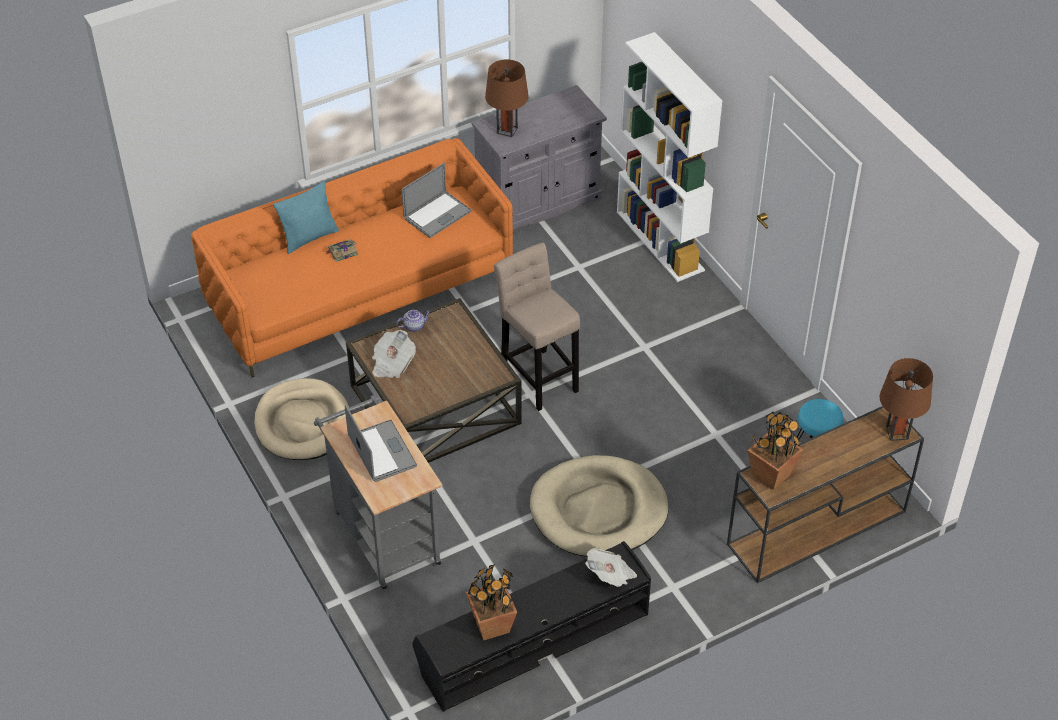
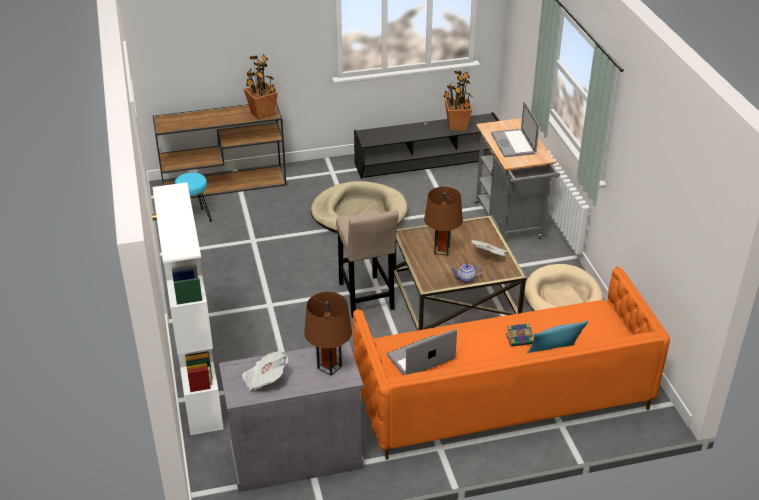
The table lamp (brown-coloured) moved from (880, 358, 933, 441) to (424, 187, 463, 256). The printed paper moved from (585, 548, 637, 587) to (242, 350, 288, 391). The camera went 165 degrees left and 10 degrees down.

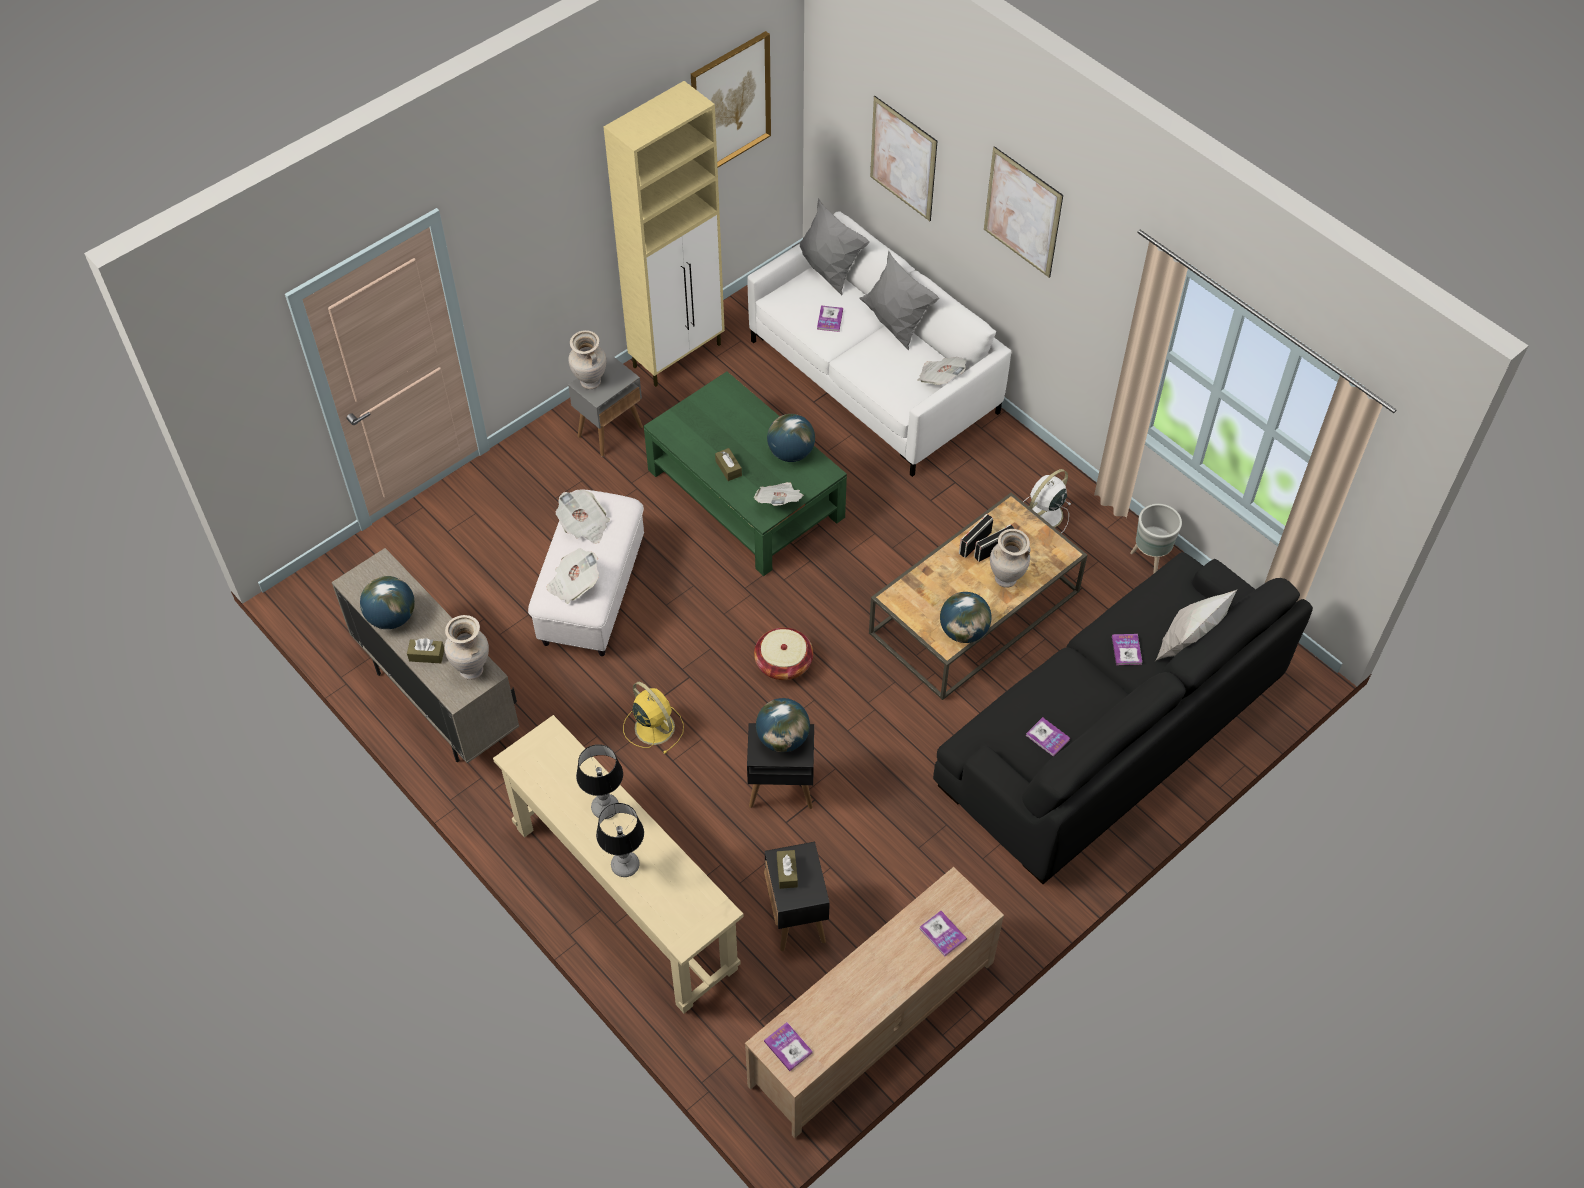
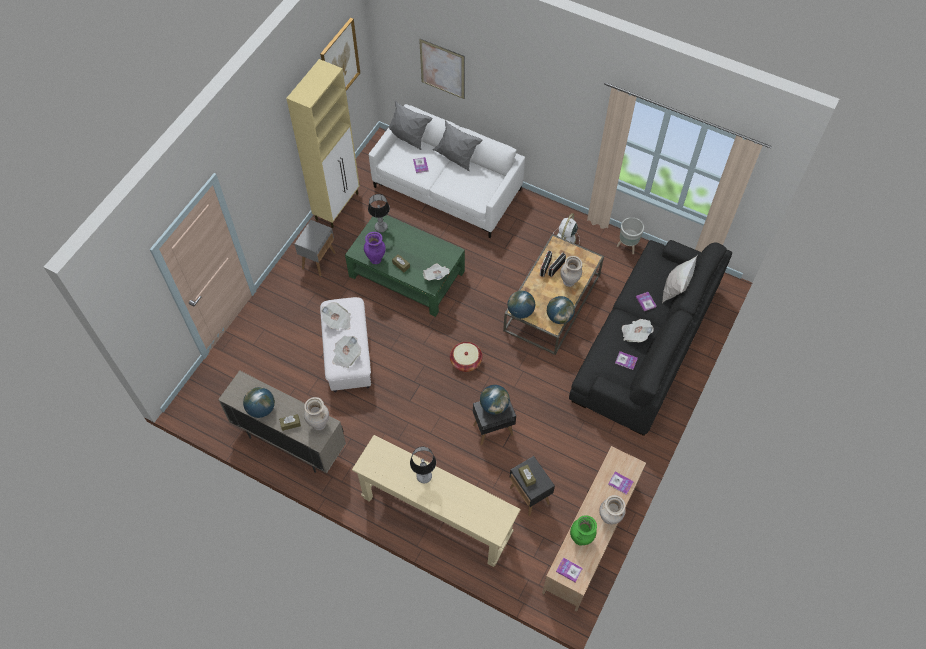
The wall art at (984, 146, 1063, 278) disappeared. The flower vase (beige-coloured) moved from (568, 330, 606, 389) to (599, 495, 625, 524). The printed paper moved from (917, 357, 967, 385) to (622, 319, 654, 342). The world globe moved from (767, 414, 815, 462) to (507, 291, 535, 318). The electric fan (yellow-coloured) at (623, 682, 684, 754) disappeared. The table lamp moved from (596, 803, 644, 877) to (368, 194, 390, 232). The flower vase (purple-coloured) at (364, 232, 386, 264) appeared. The flower vase (green) at (570, 515, 597, 545) appeared. The camera went 20 degrees left and 5 degrees up.

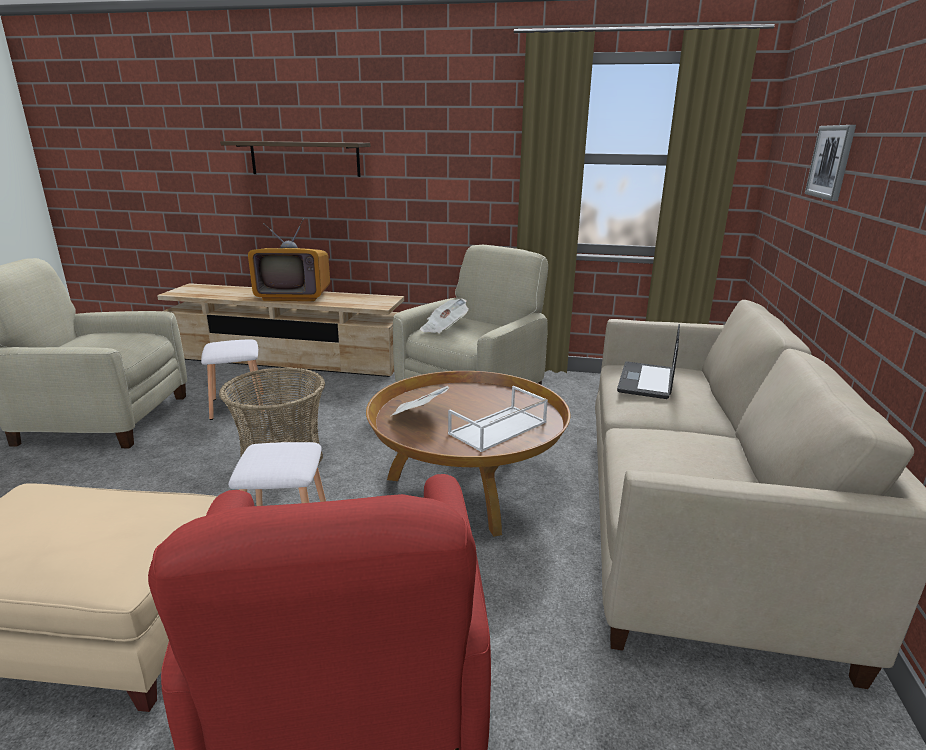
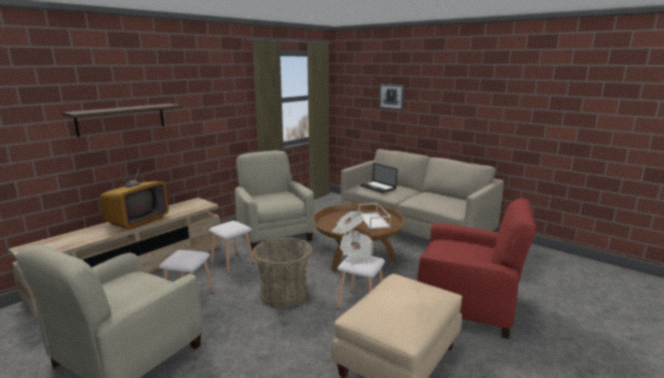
The printed paper moved from (420, 299, 468, 333) to (340, 231, 373, 265). The stool seat (whitish) at (209, 221, 254, 274) appeared. The camera went 60 degrees left and 5 degrees down.

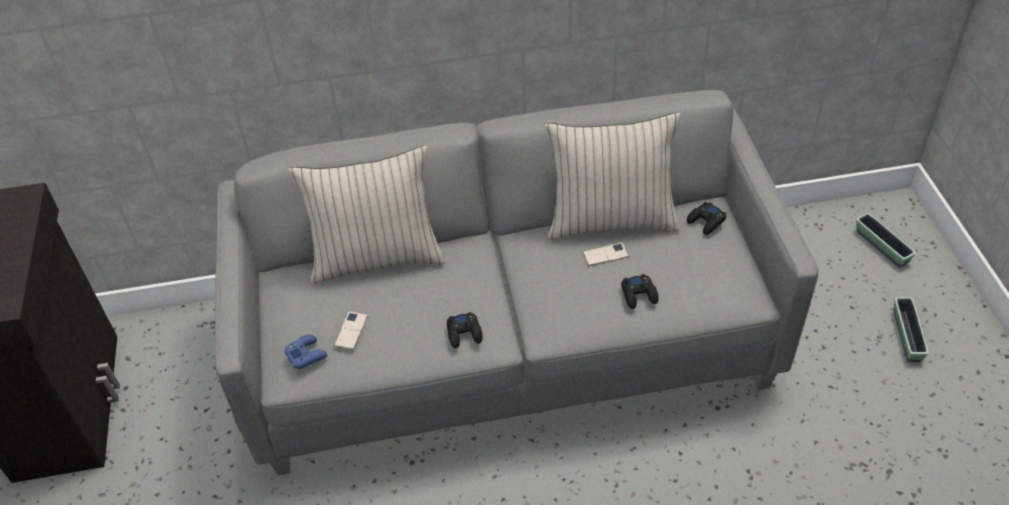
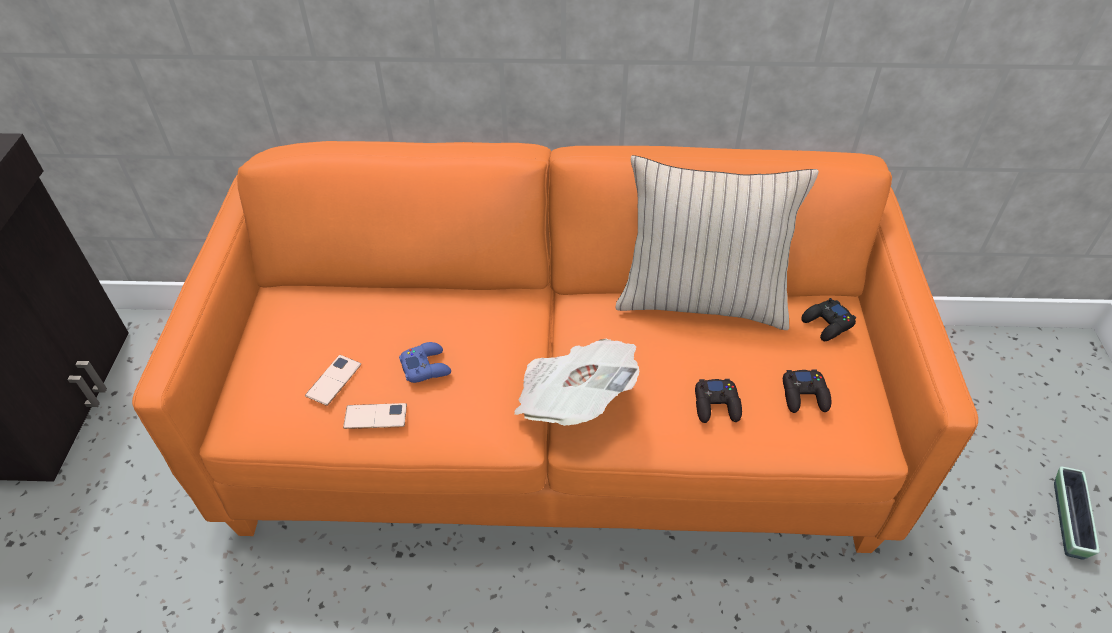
The sofa (gray) at (215, 90, 819, 475) became the sofa (orange-coloured) at (132, 141, 978, 553). The pillow (beige-coloured) at (288, 145, 445, 284) disappeared. The flower pot at (856, 213, 916, 268) disappeared. The handset moved from (582, 243, 629, 266) to (343, 403, 407, 429). The joypad (black-coloured) moved from (447, 312, 483, 348) to (783, 369, 831, 413). The joypad (bluish) moved from (284, 335, 327, 369) to (399, 342, 451, 383). The printed paper at (514, 339, 639, 426) appeared. The camera went 10 degrees right and 0 degrees up.

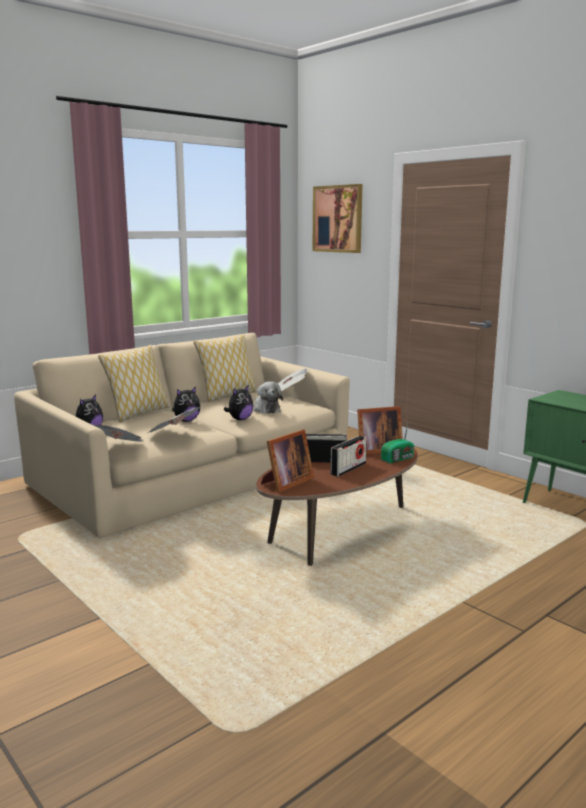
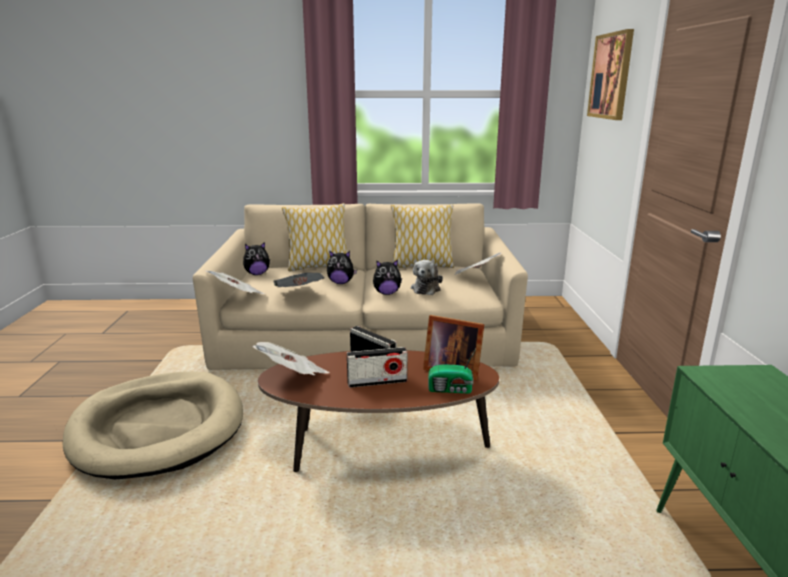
The picture frame at (261, 429, 314, 492) was replaced by the printed paper at (252, 342, 330, 375). The dog bed (beige-coloured) at (62, 371, 243, 479) appeared. The camera went 40 degrees right and 5 degrees up.

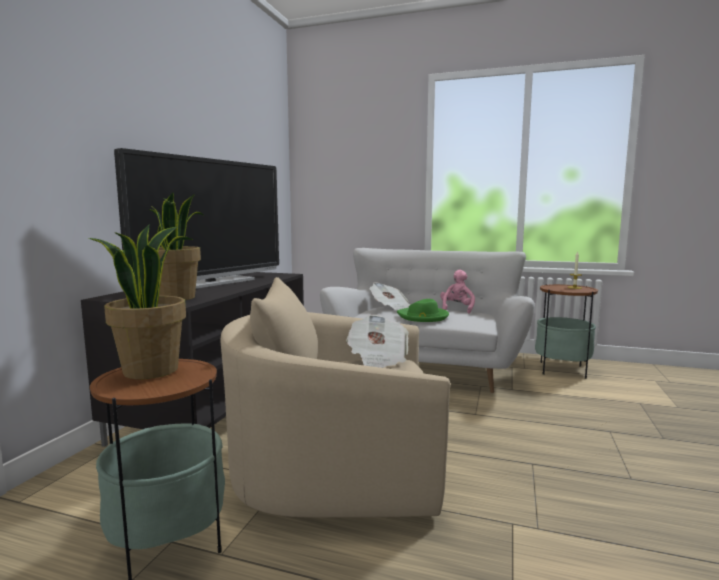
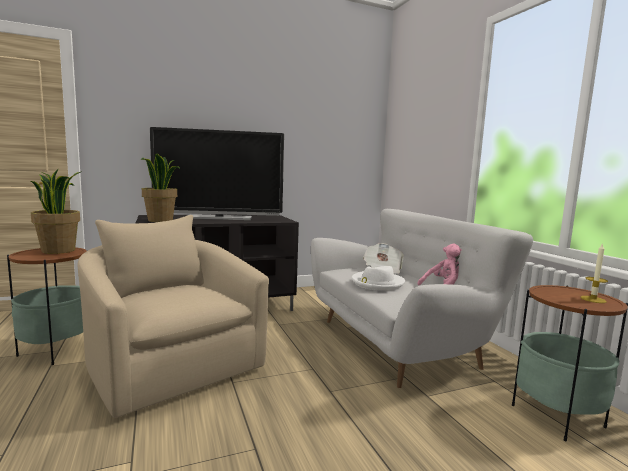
The hat (green) at (397, 299, 449, 322) became the hat (whitish) at (352, 266, 405, 291). The printed paper at (346, 315, 409, 368) disappeared. The camera went 50 degrees right and 0 degrees up.

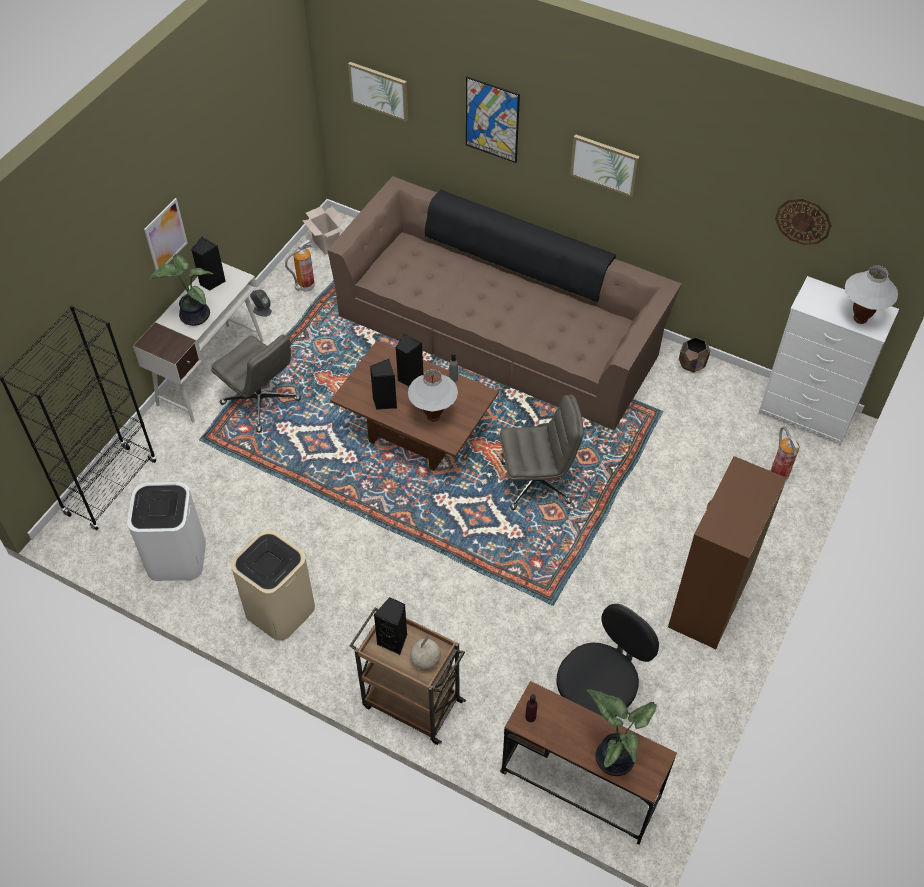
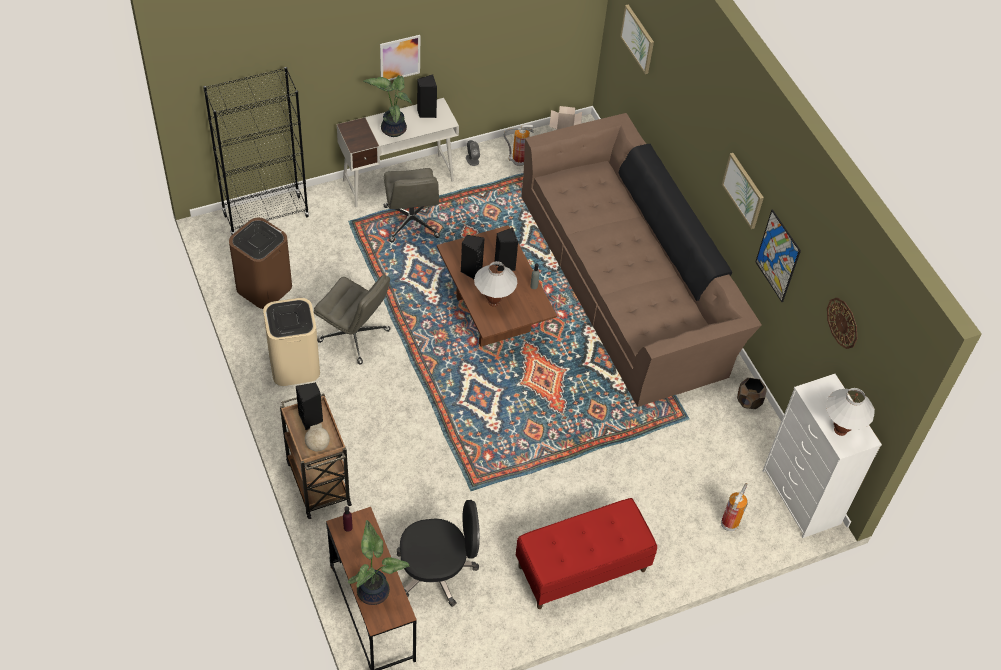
The wall art moved from (466, 77, 520, 163) to (755, 210, 801, 302). The office chair (gray) moved from (500, 394, 584, 510) to (314, 275, 391, 364). The dresser (brown-coloured) at (668, 456, 787, 649) was replaced by the indoor bench (red) at (516, 498, 657, 609). The trash can (whitish) at (127, 482, 206, 581) became the trash can (brown-coloured) at (229, 218, 292, 309). The camera went 35 degrees right and 0 degrees up.

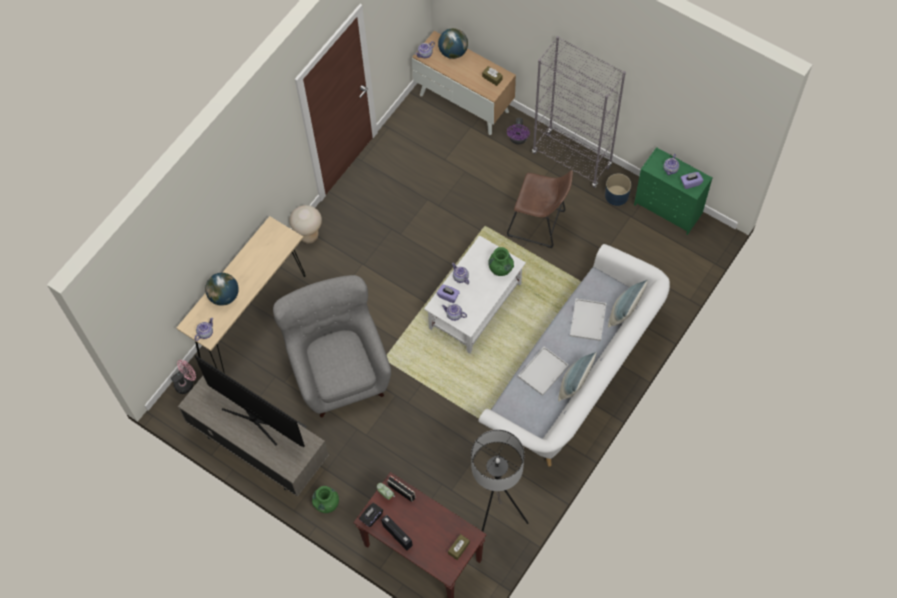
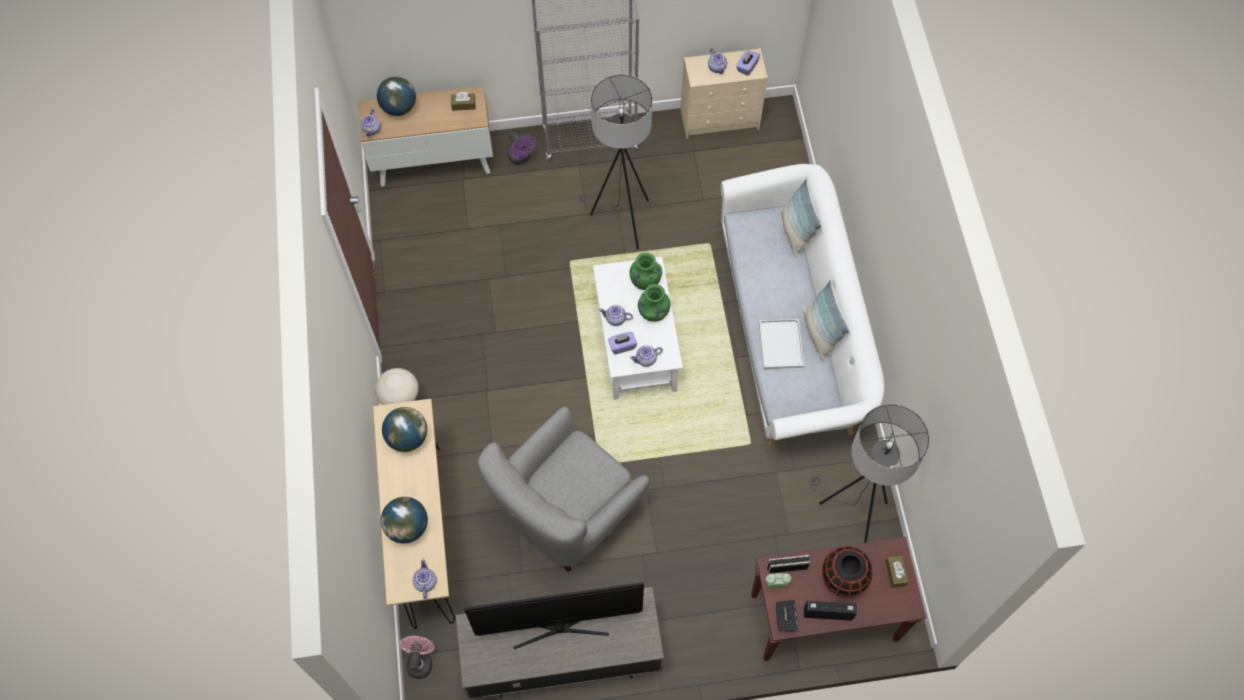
The dresser (green) at (634, 147, 713, 235) became the dresser (beige-coloured) at (681, 48, 768, 139). The stool seat (brown-coloured) at (507, 170, 573, 248) was replaced by the standing lamp (gray) at (578, 74, 652, 250). The flower pot (bluish) at (605, 173, 631, 206) disappeared. The easy chair (gray) at (273, 275, 391, 417) turned 75 degrees counterclockwise. The serving tray (whitish) at (570, 298, 606, 341) disappeared. The flower vase (green) moved from (312, 486, 339, 513) to (638, 284, 670, 322). The world globe at (382, 407, 427, 452) appeared. The flower vase (black-coloured) at (822, 546, 873, 597) appeared. The camera went 45 degrees left and 0 degrees up.

